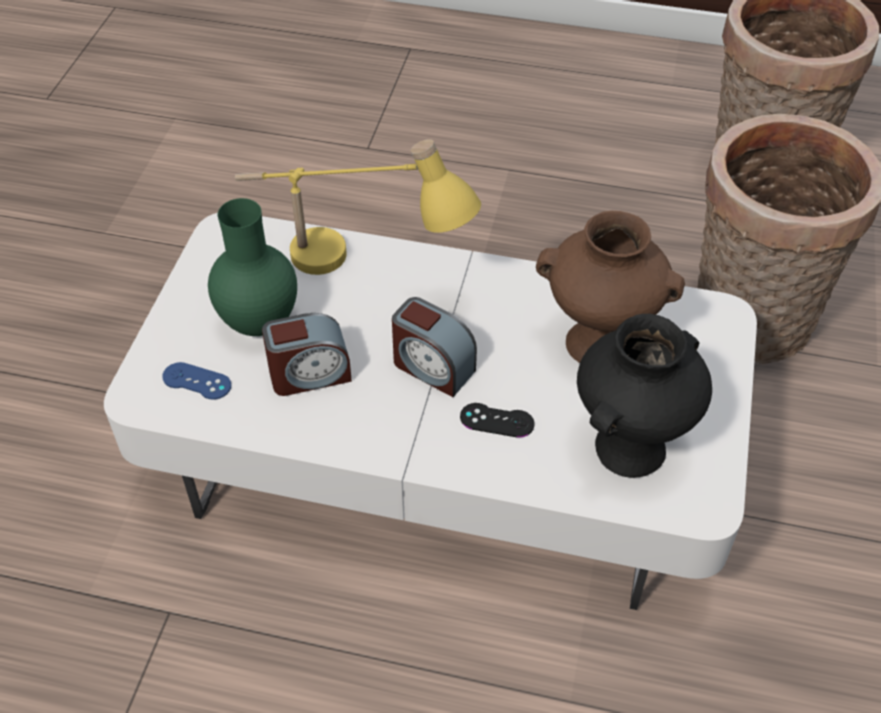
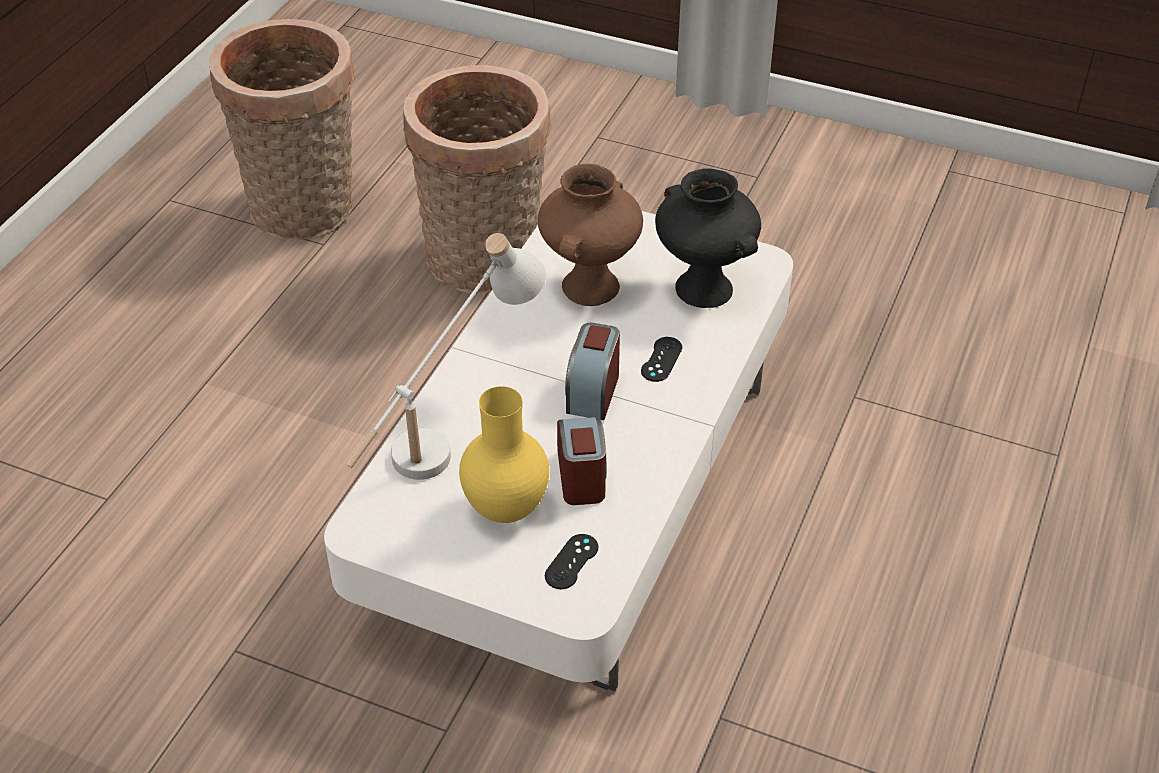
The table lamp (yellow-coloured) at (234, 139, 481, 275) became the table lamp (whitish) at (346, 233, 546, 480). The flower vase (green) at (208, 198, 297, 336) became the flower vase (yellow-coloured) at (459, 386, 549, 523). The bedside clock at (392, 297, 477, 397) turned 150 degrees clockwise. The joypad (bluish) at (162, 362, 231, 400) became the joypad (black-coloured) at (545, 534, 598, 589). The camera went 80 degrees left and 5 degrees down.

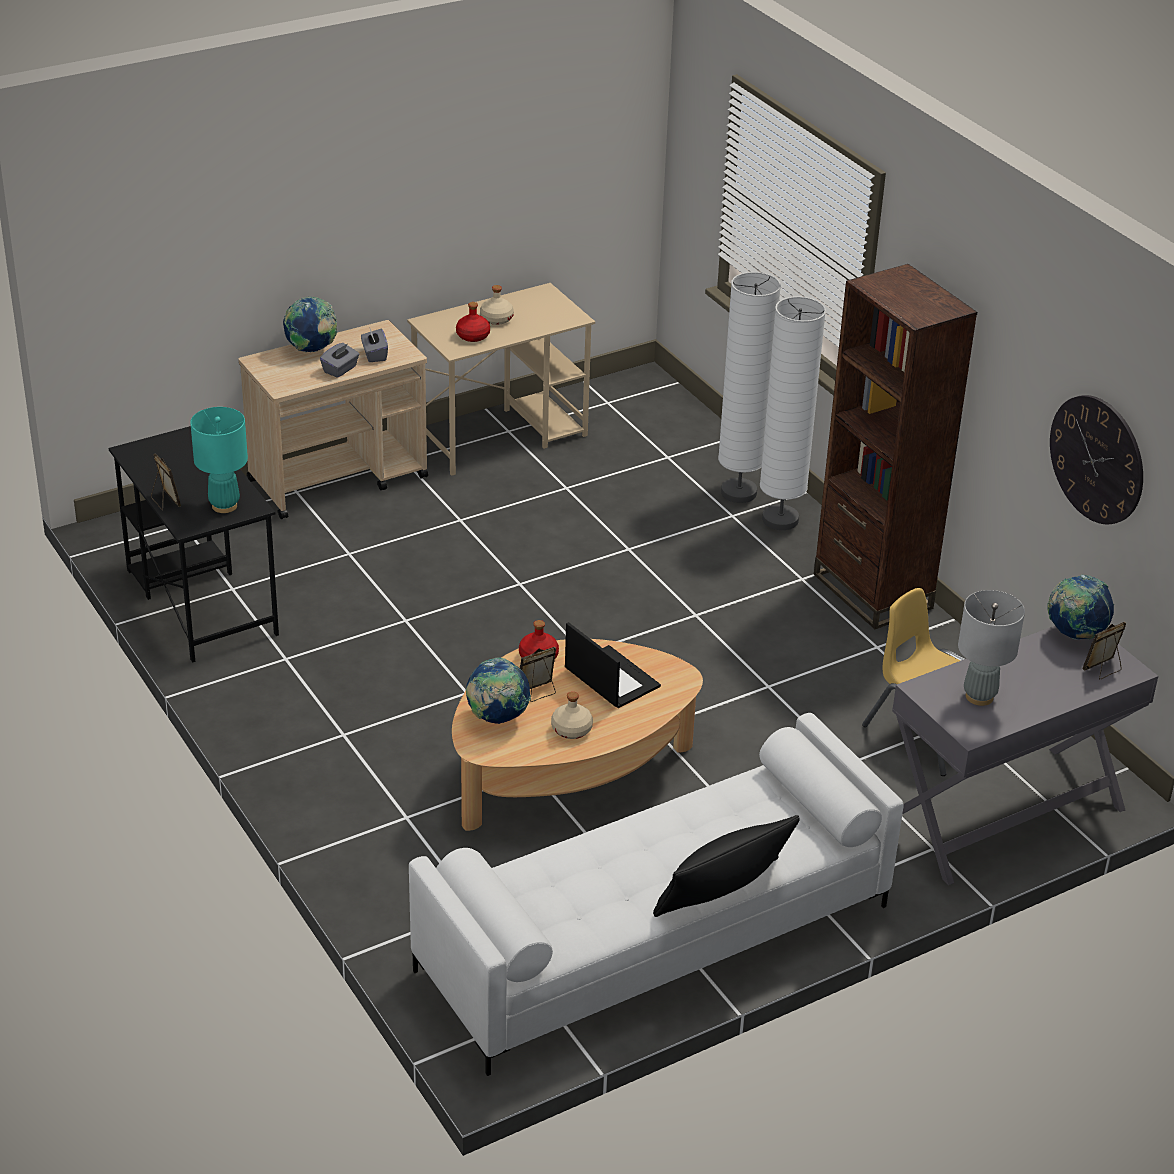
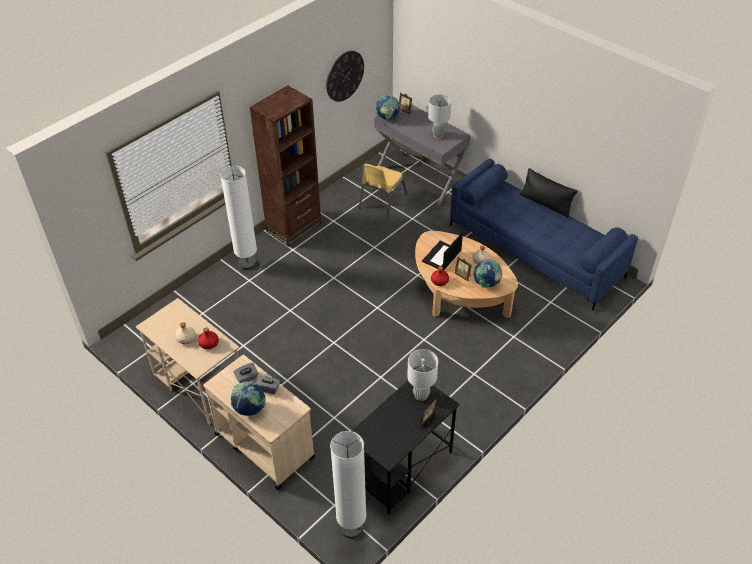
The standing lamp (whitish) moved from (718, 272, 781, 503) to (330, 431, 366, 539). The table lamp (turquoise) at (190, 407, 248, 513) became the table lamp (whitish) at (407, 349, 438, 401). The sofa (whitish) at (409, 713, 904, 1076) became the sofa (bluish) at (450, 158, 638, 310). The camera went 105 degrees left and 10 degrees up.

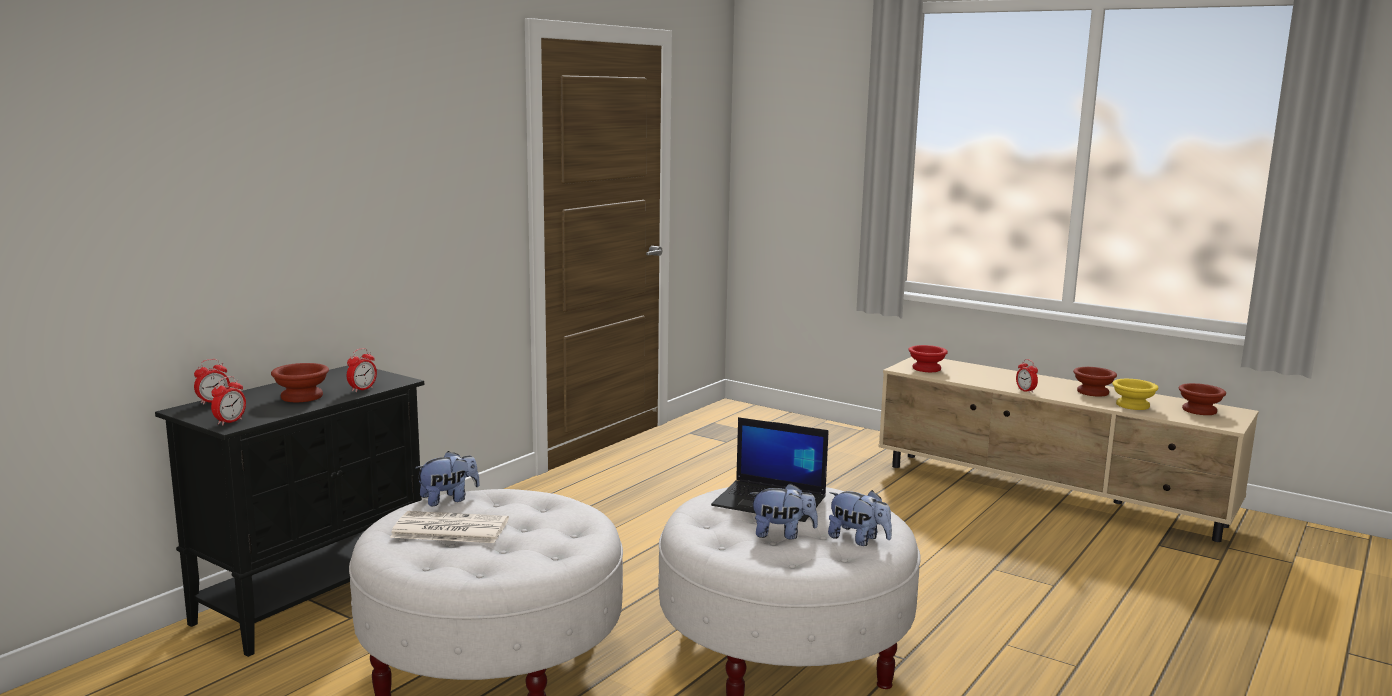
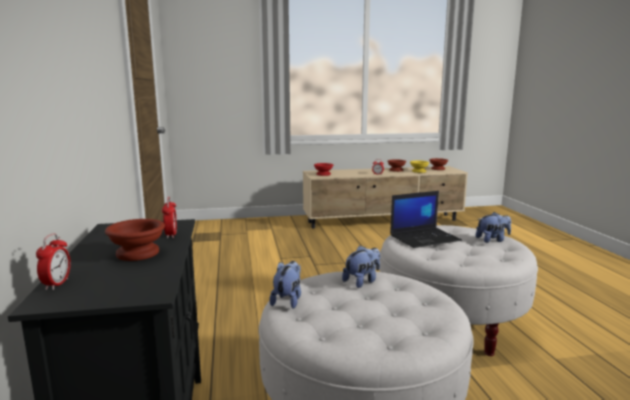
The bedside clock at (211, 376, 246, 425) disappeared. The soft toy moved from (749, 483, 818, 539) to (342, 245, 380, 288). The printed paper at (390, 511, 509, 543) disappeared. The camera went 45 degrees left and 0 degrees up.

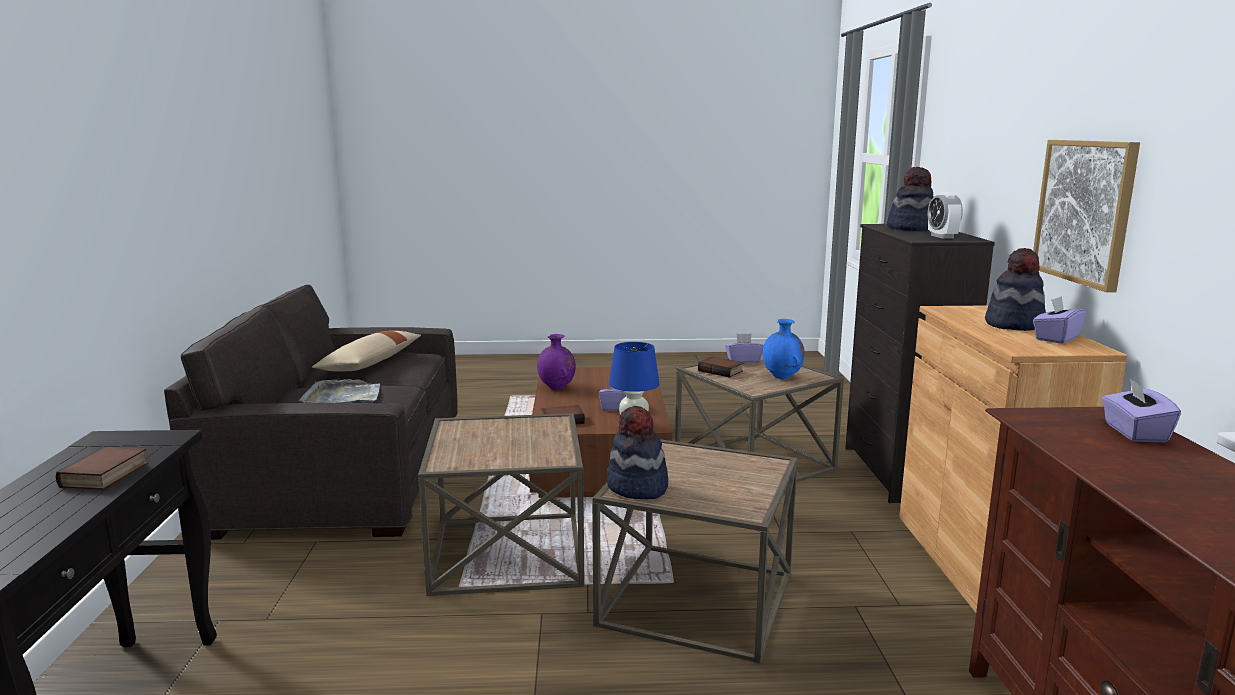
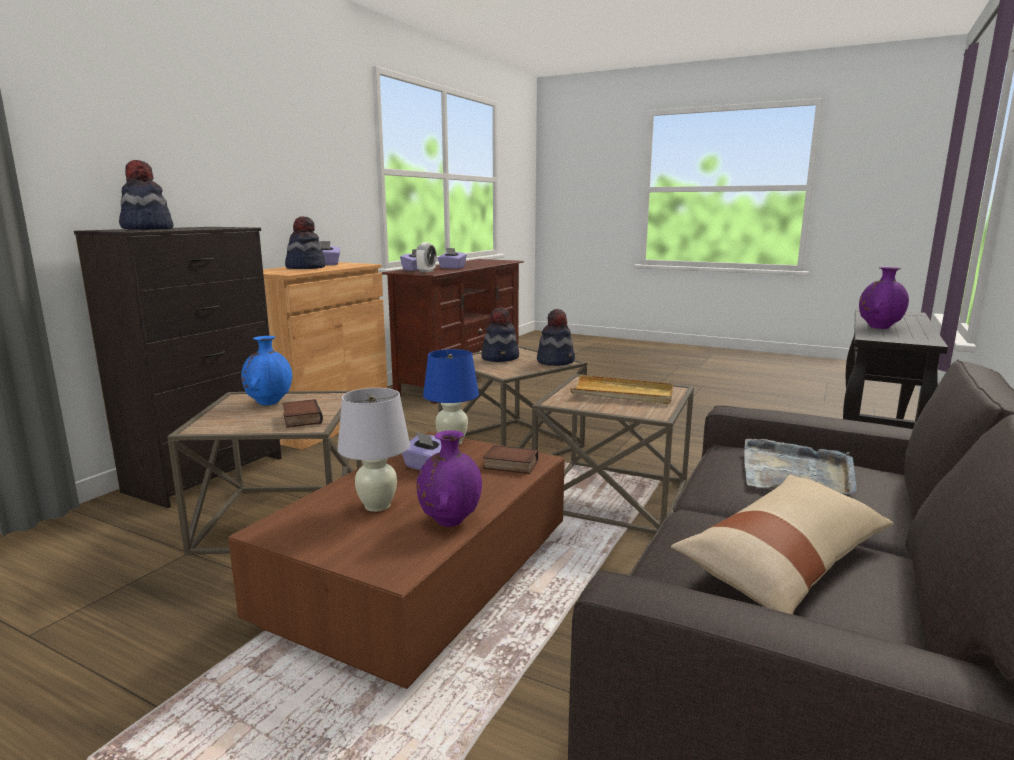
The wall art at (1033, 140, 1140, 293) disappeared. The bedside clock moved from (928, 192, 963, 239) to (416, 242, 436, 273). The box of tissues (purple-coloured) moved from (725, 333, 764, 363) to (437, 248, 467, 269). The book at (56, 446, 148, 490) was replaced by the flower vase (purple-coloured) at (859, 267, 909, 329). The hat at (481, 307, 519, 362) appeared. The serving tray (beige-coloured) at (570, 375, 673, 404) appeared. The table lamp (whitish) at (337, 388, 410, 512) appeared. The camera went 150 degrees left and 0 degrees up.

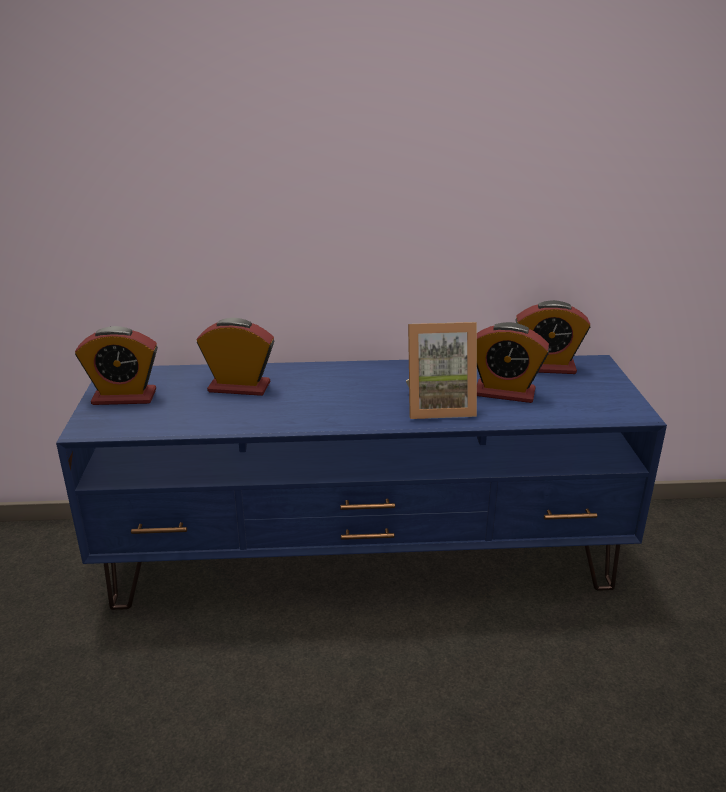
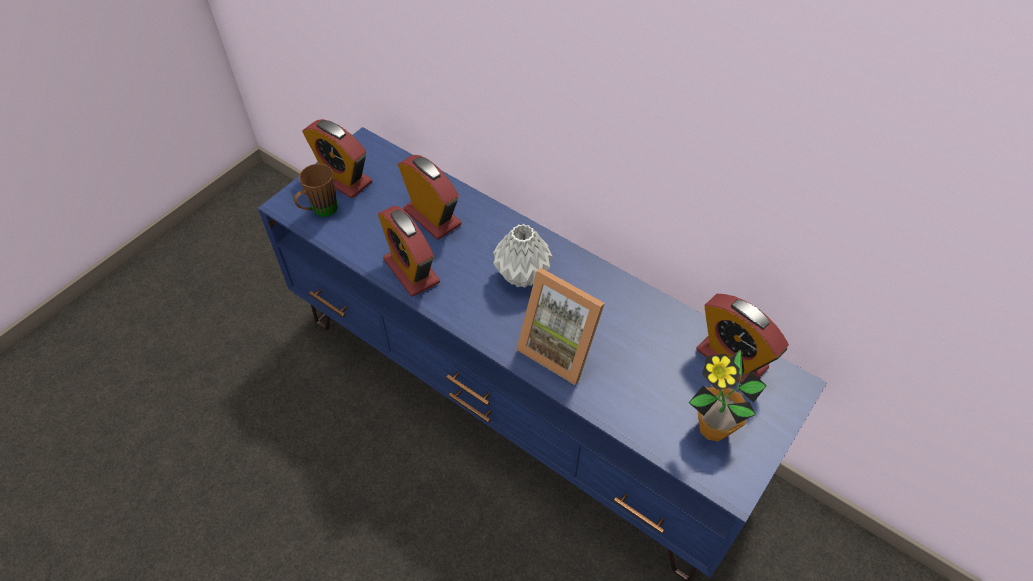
The bedside clock moved from (477, 322, 549, 403) to (378, 206, 440, 297). The tea mug (brown-coloured) at (294, 164, 337, 217) appeared. The flower vase (gray) at (493, 224, 553, 288) appeared. The plant in a pot at (689, 349, 766, 441) appeared. The camera went 40 degrees right and 25 degrees up.

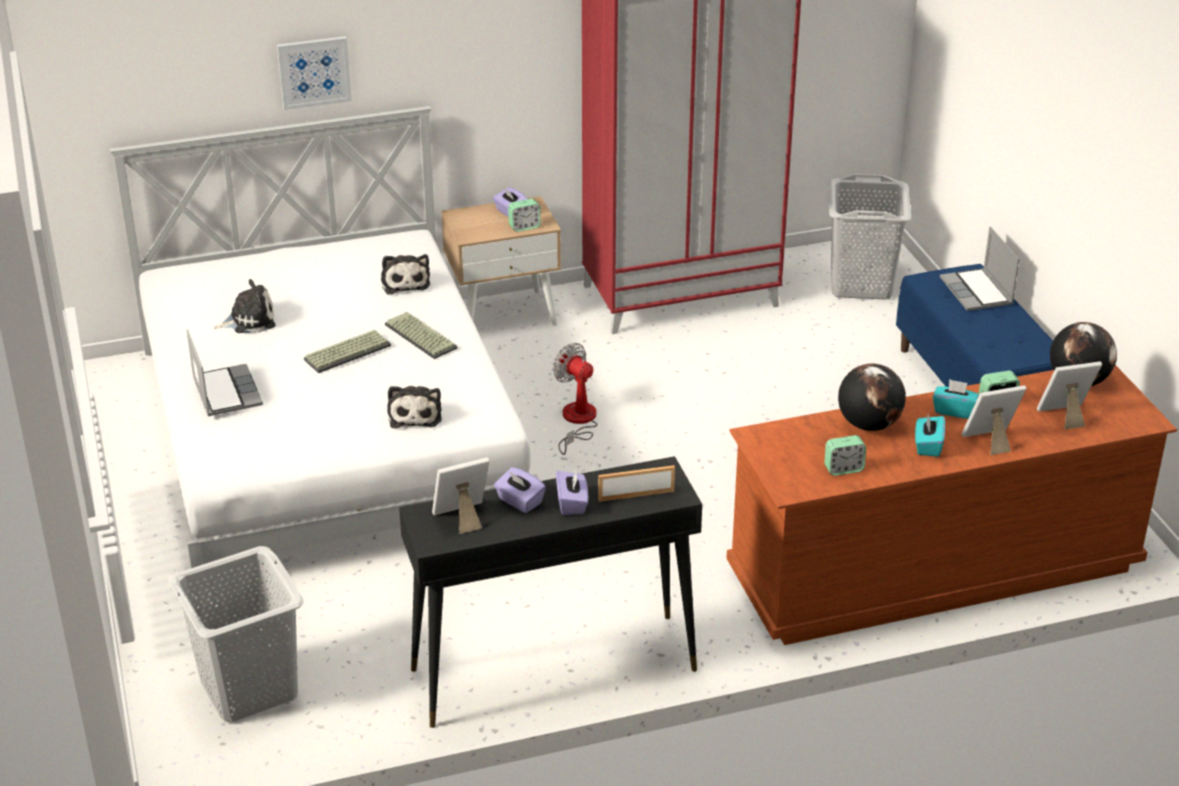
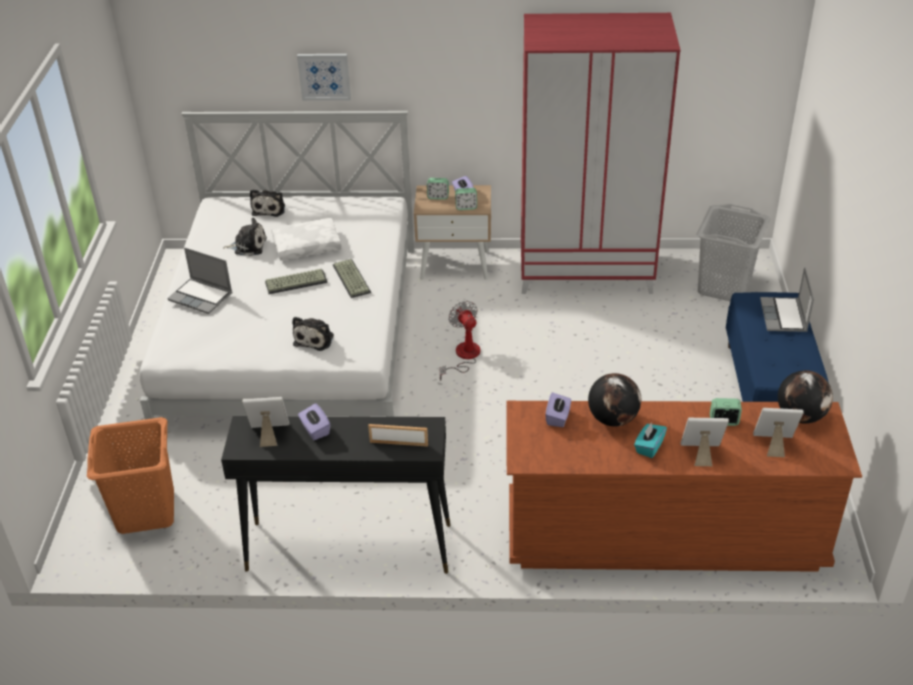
The soft toy moved from (381, 254, 430, 295) to (250, 189, 285, 217). The laptop at (186, 329, 263, 416) turned 120 degrees clockwise. The box of tissues (turquoise) at (933, 379, 979, 419) disappeared. The bedside clock moved from (824, 435, 866, 476) to (427, 178, 449, 200). The box of tissues (purple-coloured) moved from (556, 470, 588, 515) to (545, 392, 571, 427). The washing basket (gray) at (168, 546, 304, 722) became the washing basket (orange-coloured) at (87, 417, 174, 534). The pillow (whitish) at (272, 218, 342, 260) appeared. The camera went 20 degrees right and 5 degrees up.

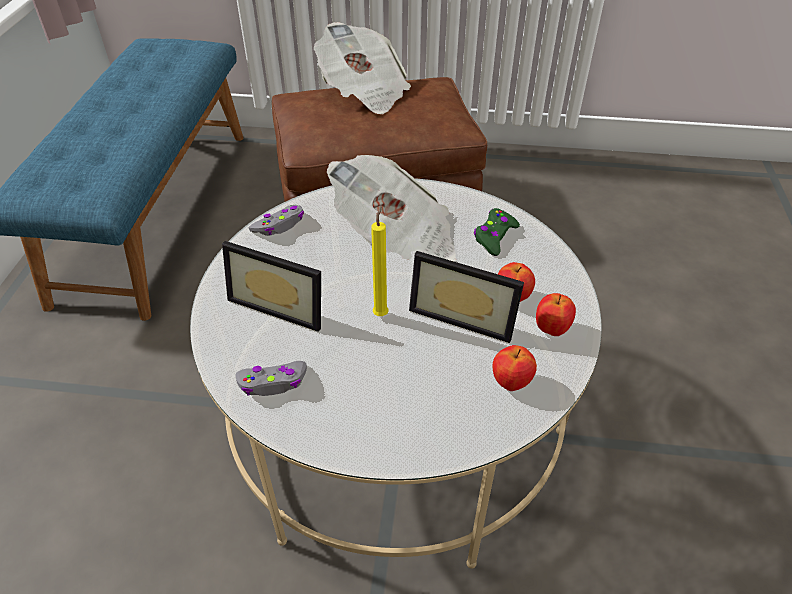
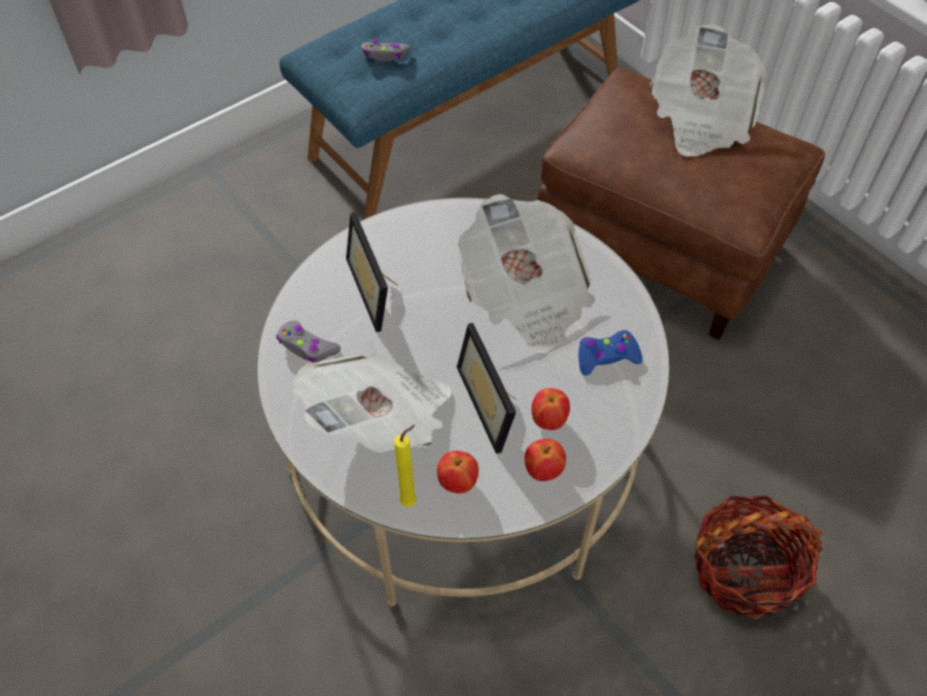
The joypad (gray) moved from (249, 205, 304, 236) to (361, 40, 410, 62). The wax light (yellow-coloured) moved from (371, 205, 388, 316) to (394, 425, 417, 507). The joypad (green) at (474, 208, 520, 256) became the joypad (bluish) at (579, 330, 643, 376). The printed paper at (293, 353, 452, 452) appeared. The basket at (695, 496, 823, 620) appeared. The camera went 45 degrees right and 10 degrees up.

